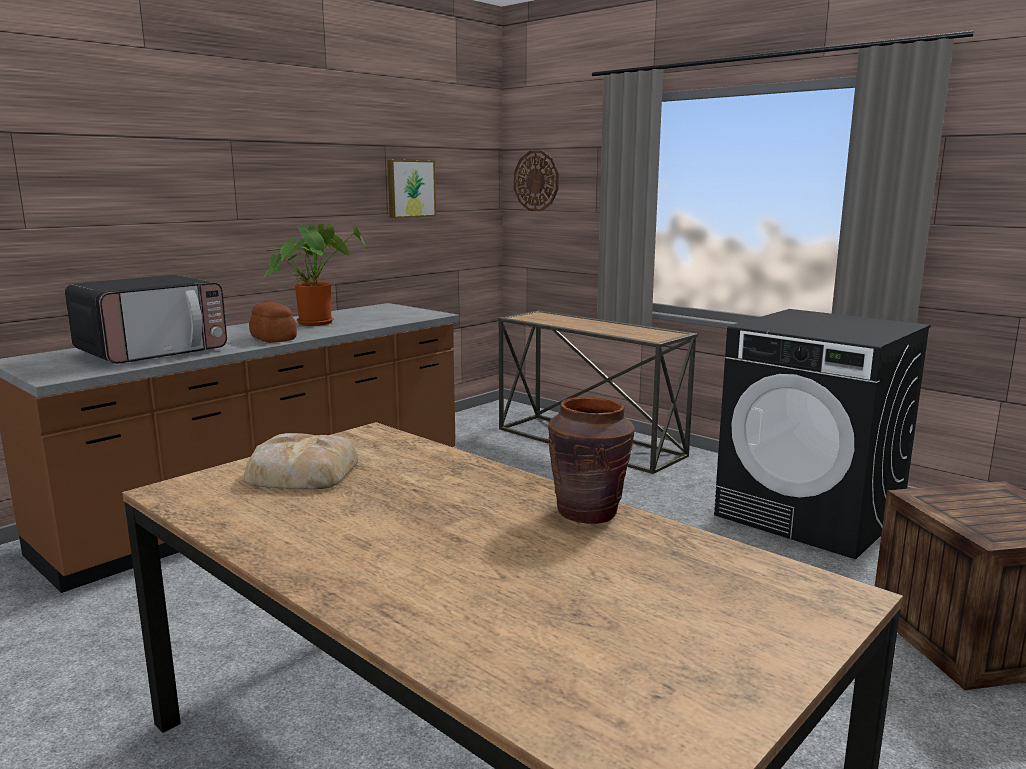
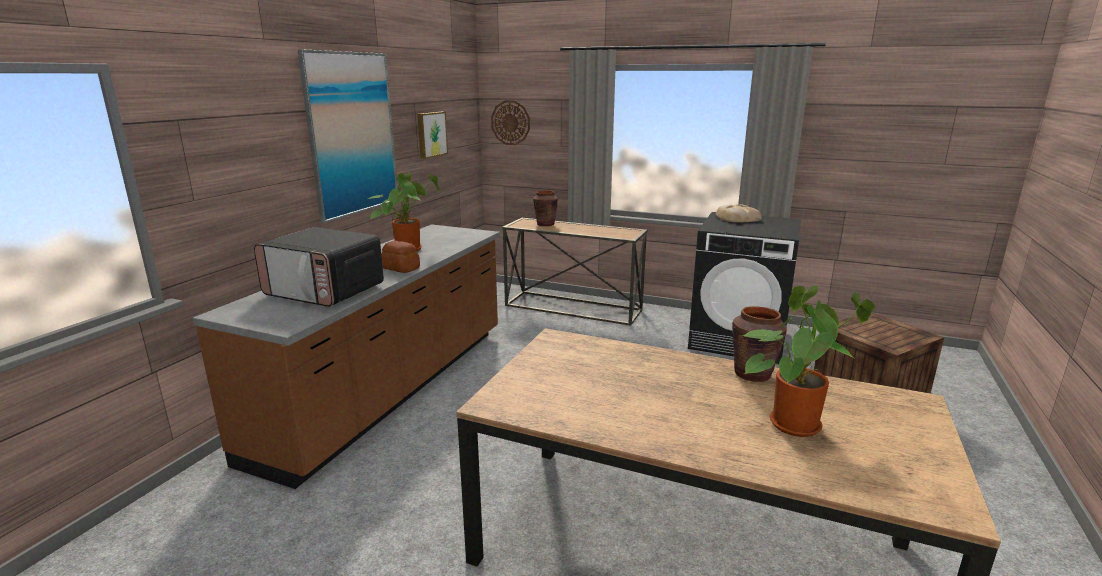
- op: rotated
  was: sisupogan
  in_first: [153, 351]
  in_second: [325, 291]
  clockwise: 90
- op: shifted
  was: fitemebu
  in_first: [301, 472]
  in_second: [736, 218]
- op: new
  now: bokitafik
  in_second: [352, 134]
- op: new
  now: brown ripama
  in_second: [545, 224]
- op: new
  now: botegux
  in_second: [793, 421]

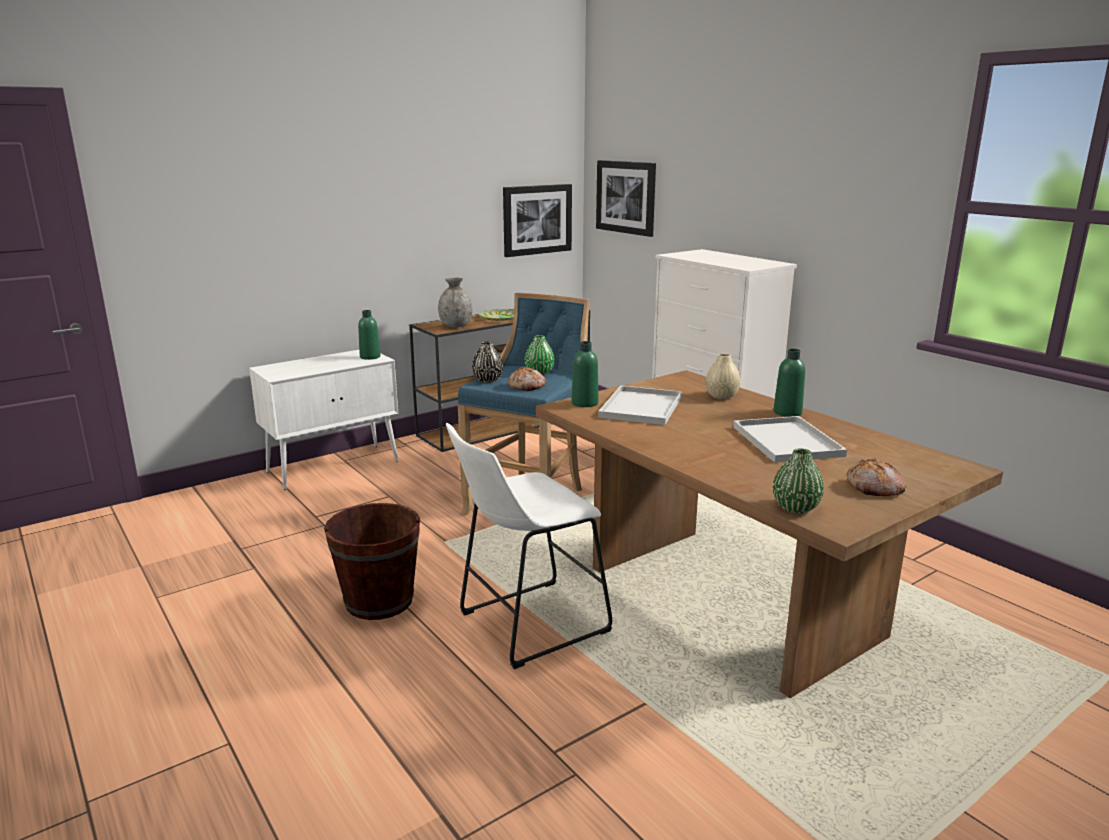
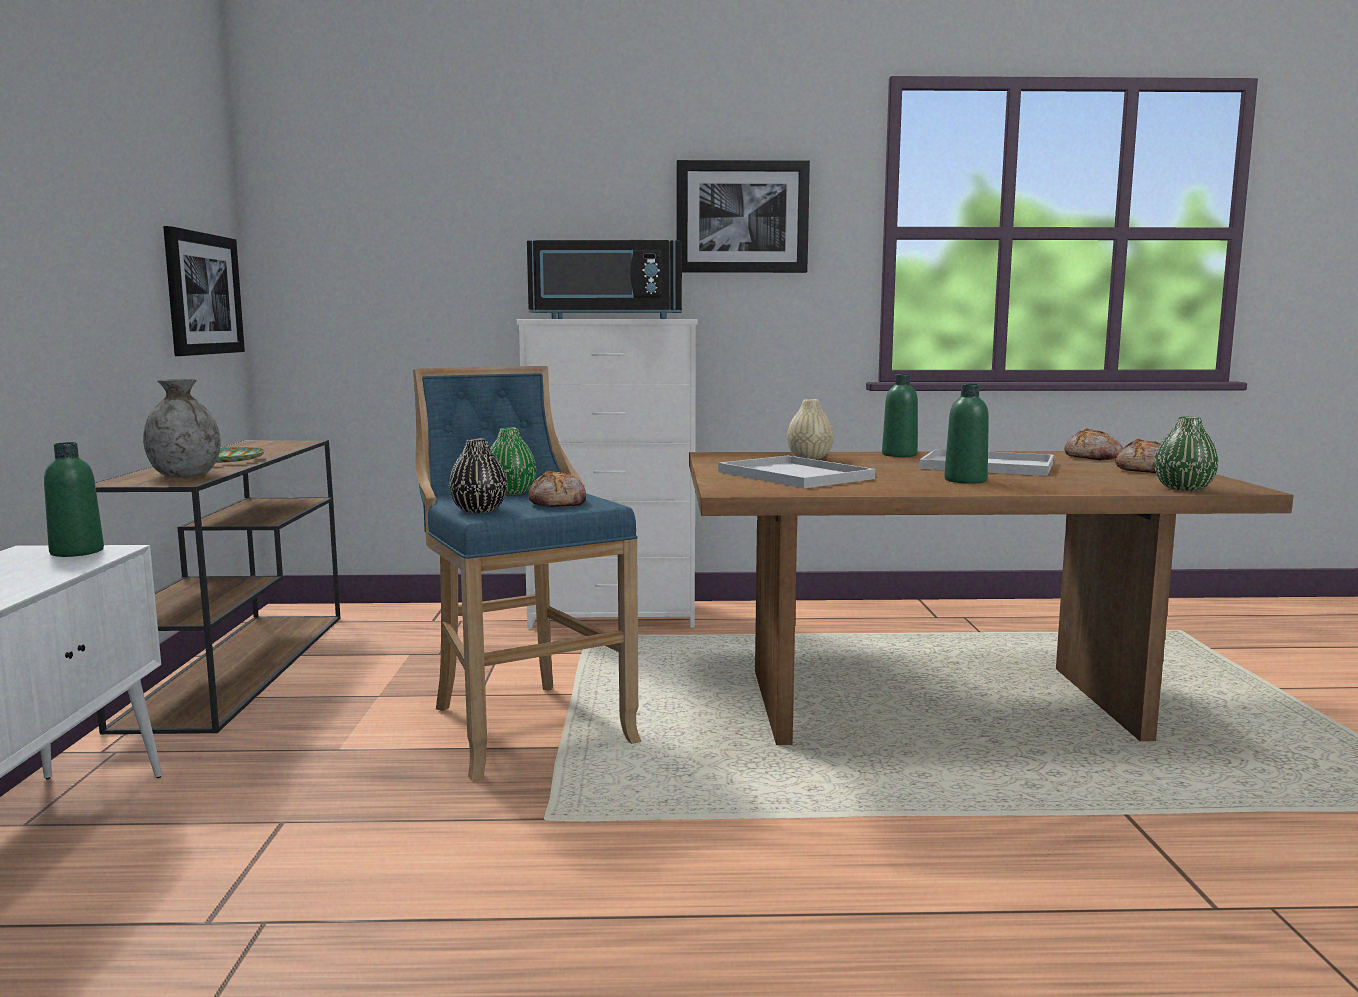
- op: shifted
  was: bokitafik
  in_first: [626, 197]
  in_second: [742, 217]
- op: shifted
  was: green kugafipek
  in_first: [584, 403]
  in_second: [965, 480]
- op: gone
  was: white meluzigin
  in_first: [526, 625]
- op: gone
  was: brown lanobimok
  in_first: [379, 601]
- op: new
  now: black sisupogan
  in_second: [606, 318]
- op: new
  now: fitemebu
  in_second: [1093, 457]

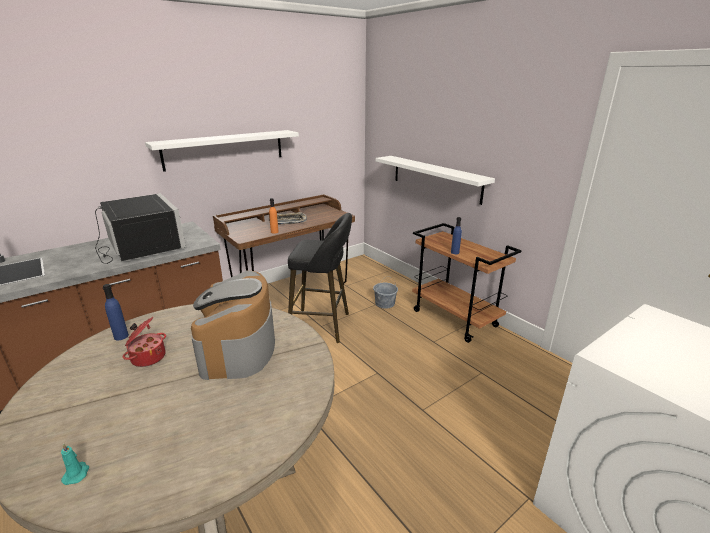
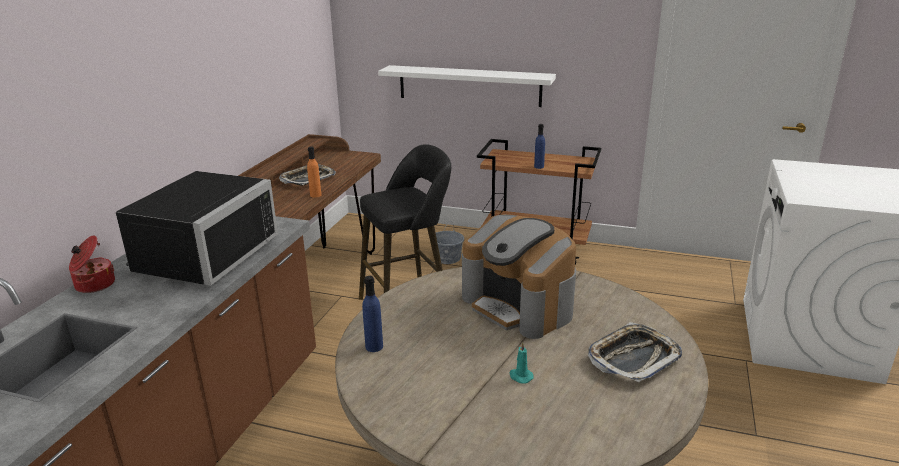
- op: gone
  was: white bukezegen
  in_first: [225, 149]
- op: rotated
  was: black sisupogan
  in_first: [140, 246]
  in_second: [200, 254]
  clockwise: 90
- op: shifted
  was: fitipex
  in_first: [148, 357]
  in_second: [94, 285]
- op: shifted
  was: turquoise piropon
  in_first: [77, 473]
  in_second: [520, 376]
- op: new
  now: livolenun
  in_second: [633, 358]

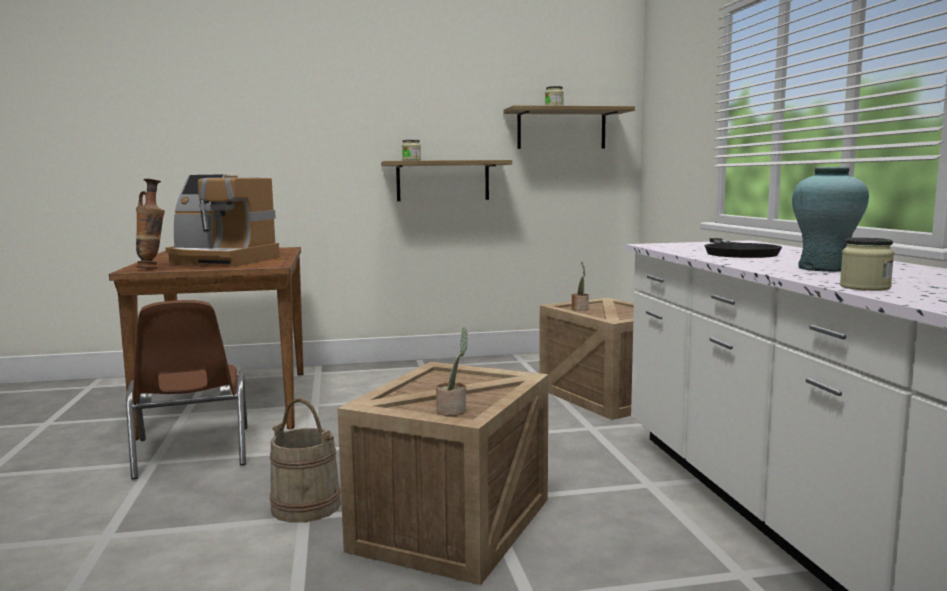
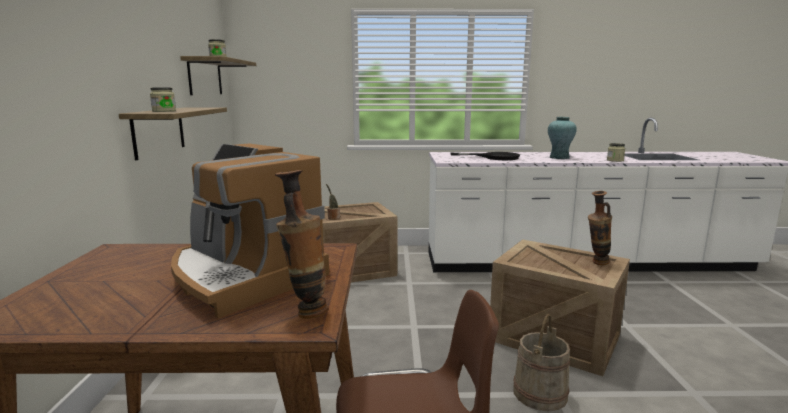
- op: rotated
  was: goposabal
  in_first: [221, 261]
  in_second: [243, 276]
  clockwise: 105
- op: swapped
  was: botegux
  now: ripama
  in_first: [453, 411]
  in_second: [596, 263]

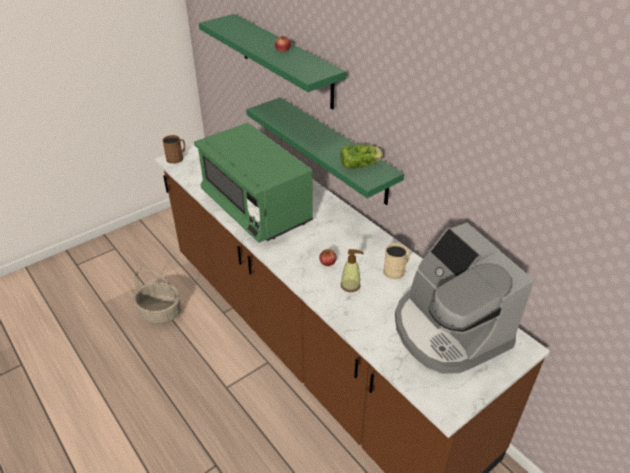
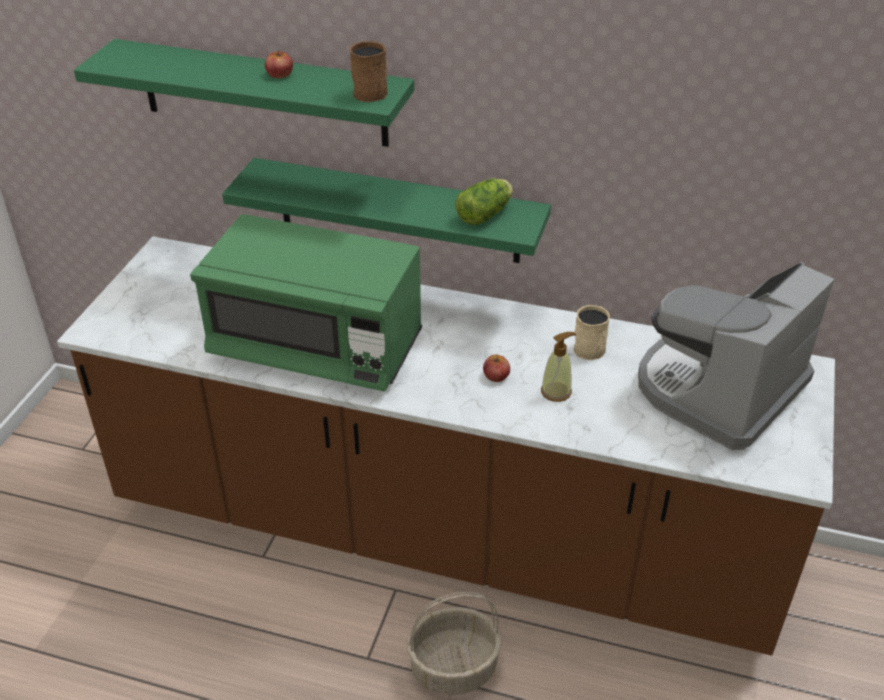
- op: shifted
  was: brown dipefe
  in_first: [177, 158]
  in_second: [371, 91]
- op: rotated
  was: goposabal
  in_first: [448, 330]
  in_second: [719, 389]
  clockwise: 105
- op: shifted
  was: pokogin
  in_first: [161, 312]
  in_second: [454, 667]

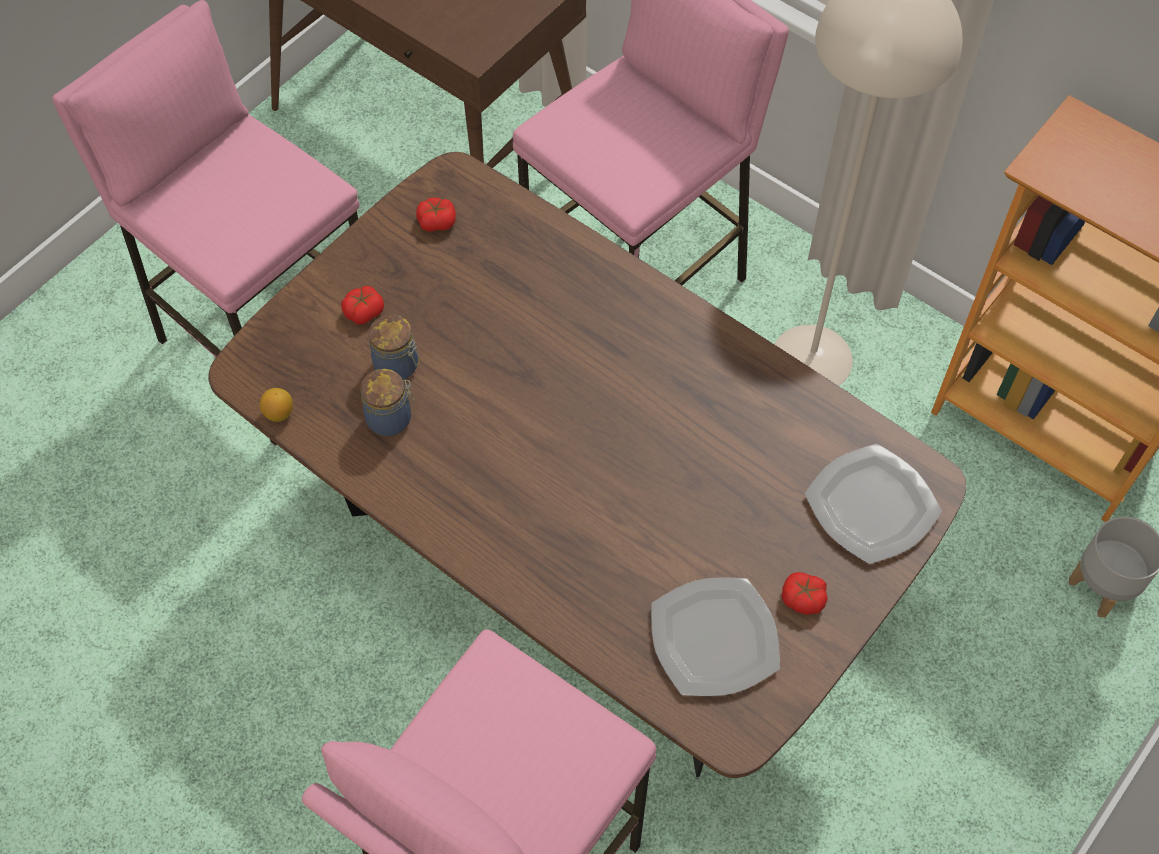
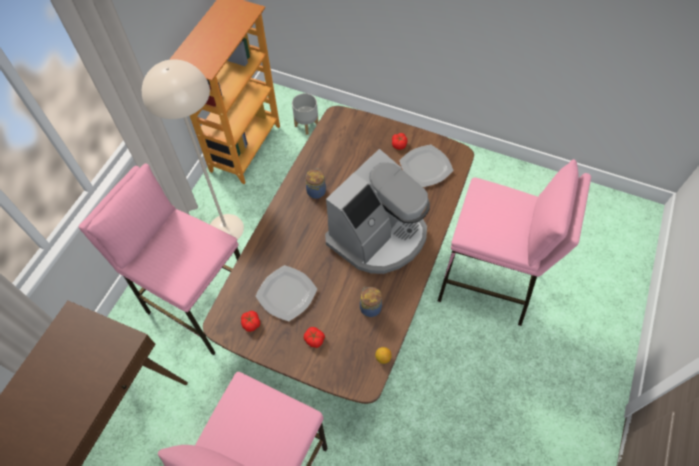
- op: shifted
  was: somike
  in_first: [398, 366]
  in_second: [316, 191]
- op: shifted
  was: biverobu
  in_first: [871, 507]
  in_second: [287, 293]
- op: new
  now: goposabal
  in_second: [378, 235]

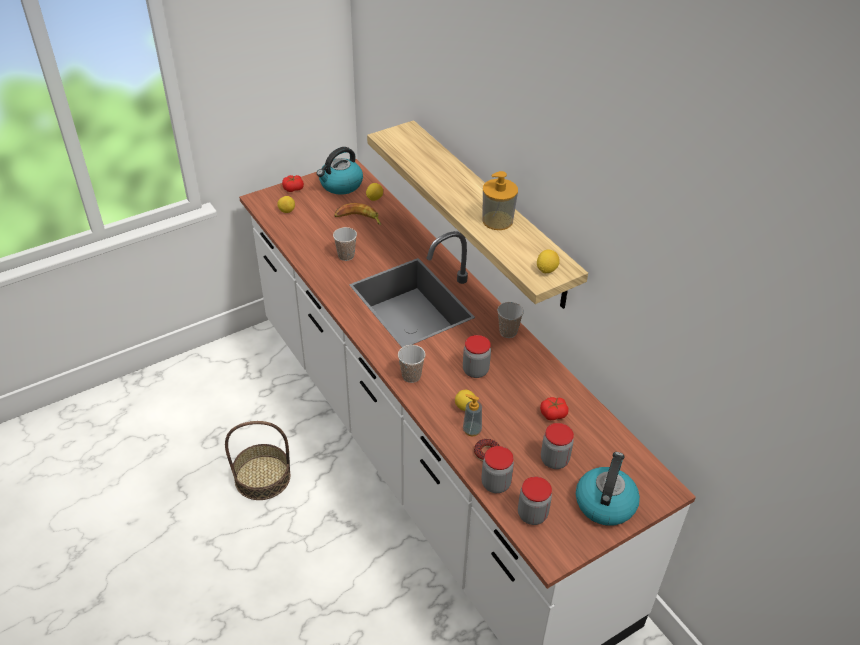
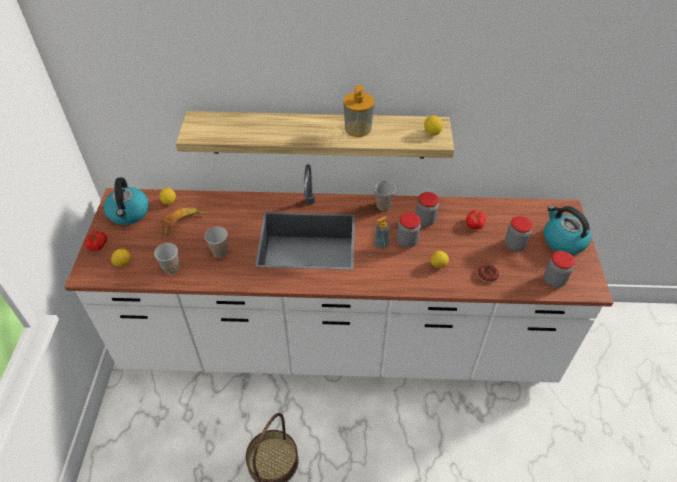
- op: shifted
  was: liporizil
  in_first: [411, 376]
  in_second: [171, 268]
- op: shifted
  was: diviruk
  in_first: [472, 430]
  in_second: [381, 244]
- op: shifted
  was: somike
  in_first: [496, 483]
  in_second: [425, 220]

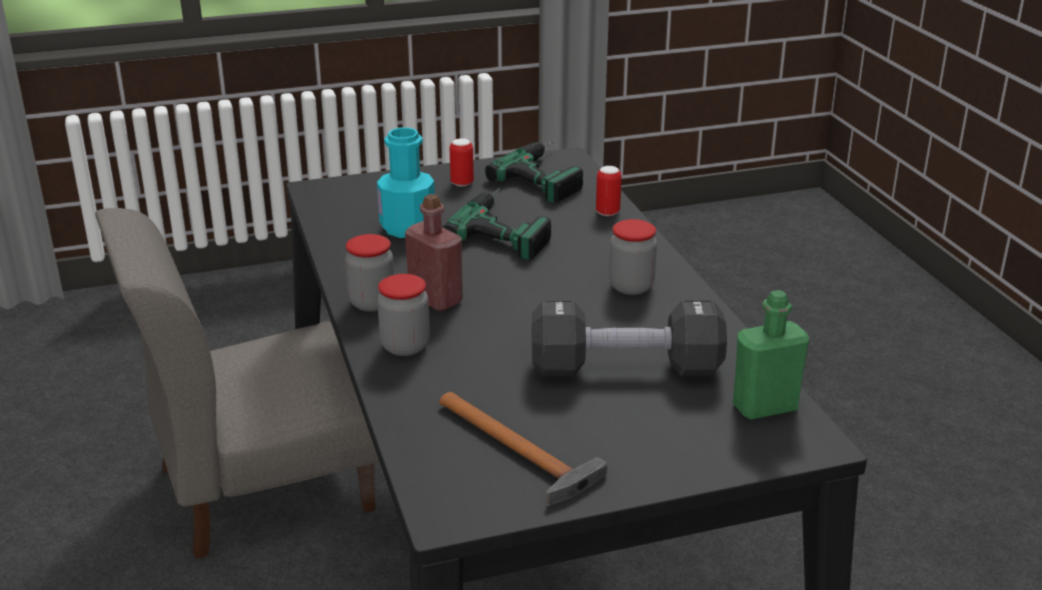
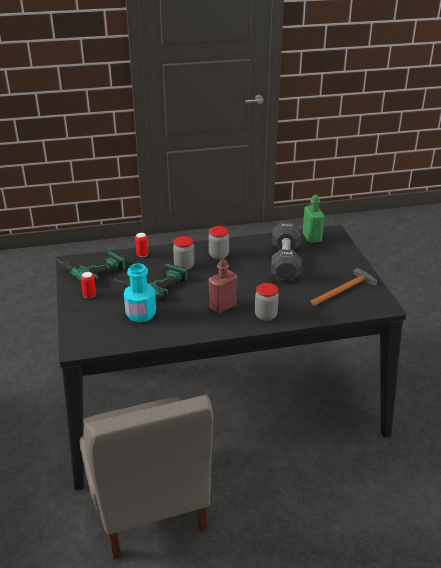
- op: shifted
  was: somike
  in_first: [372, 303]
  in_second: [184, 266]

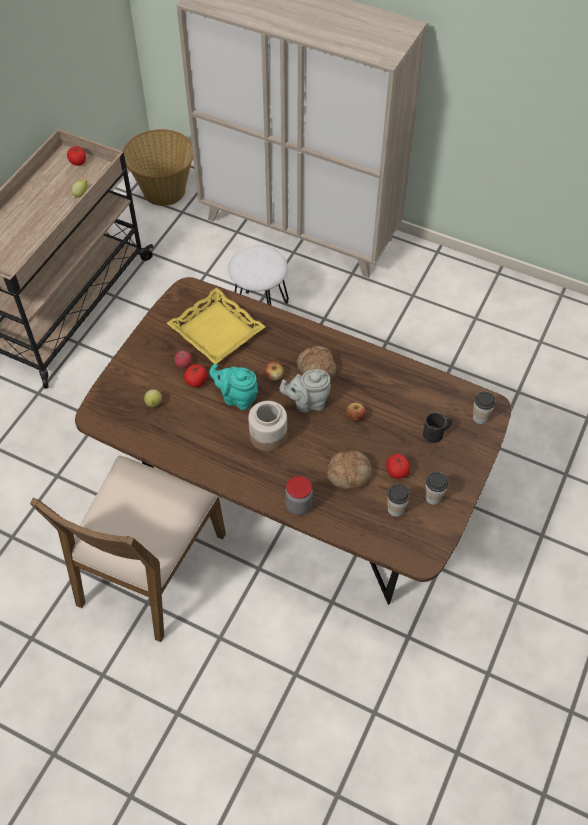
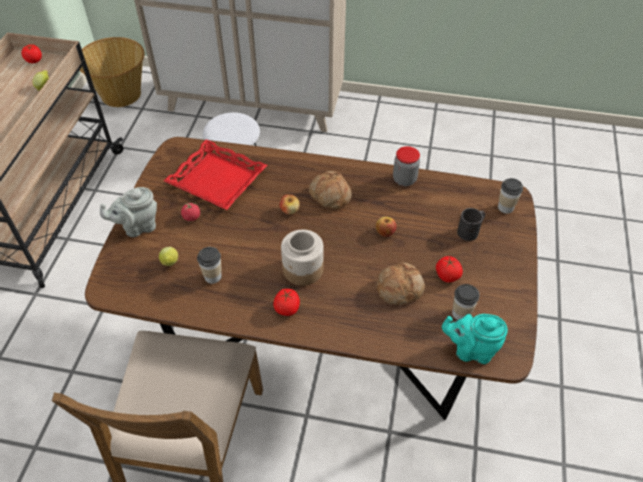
- op: repainted
  was: yellow livolenun
  now: red livolenun
  in_first: [217, 330]
  in_second: [217, 179]
- op: shifted
  was: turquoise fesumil
  in_first: [237, 398]
  in_second: [471, 350]
- op: shifted
  was: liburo
  in_first: [196, 381]
  in_second: [287, 308]
- op: shifted
  was: grey fesumil
  in_first: [307, 403]
  in_second: [138, 227]
- op: shifted
  was: liporizil
  in_first: [433, 497]
  in_second: [213, 276]
- op: shifted
  was: somike
  in_first: [299, 505]
  in_second: [404, 179]

